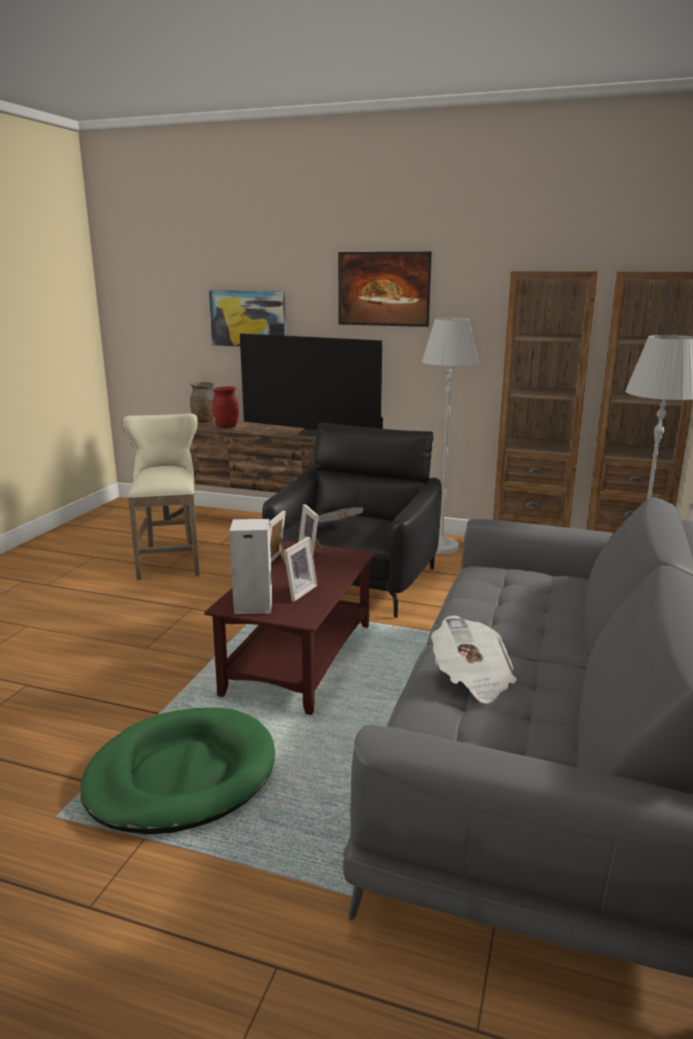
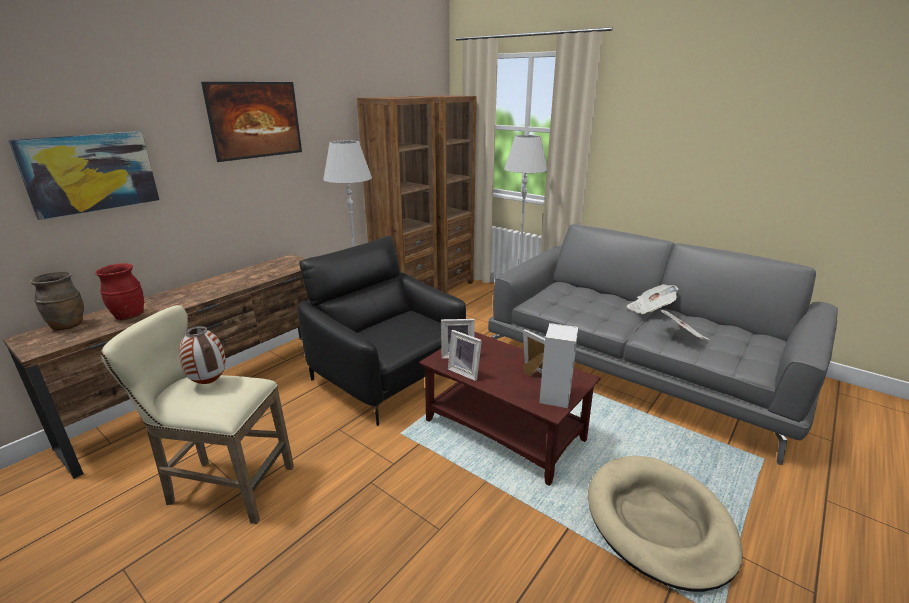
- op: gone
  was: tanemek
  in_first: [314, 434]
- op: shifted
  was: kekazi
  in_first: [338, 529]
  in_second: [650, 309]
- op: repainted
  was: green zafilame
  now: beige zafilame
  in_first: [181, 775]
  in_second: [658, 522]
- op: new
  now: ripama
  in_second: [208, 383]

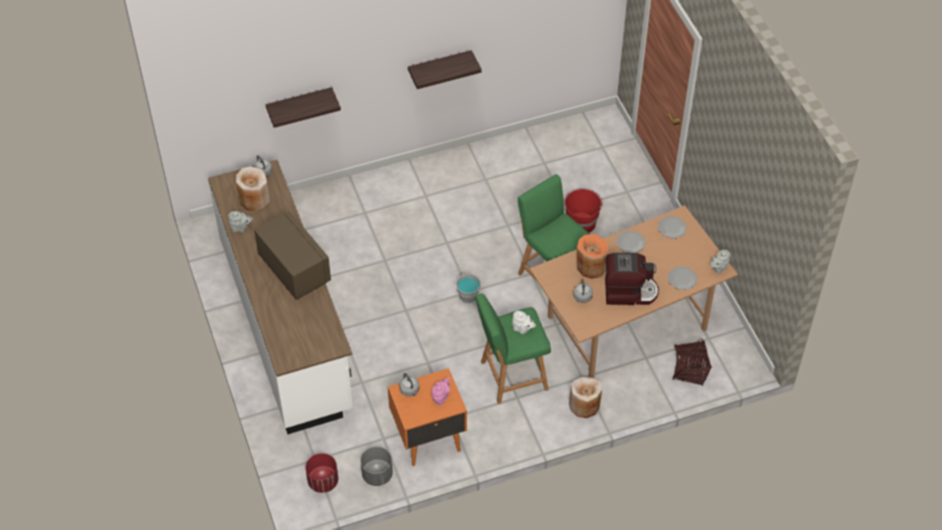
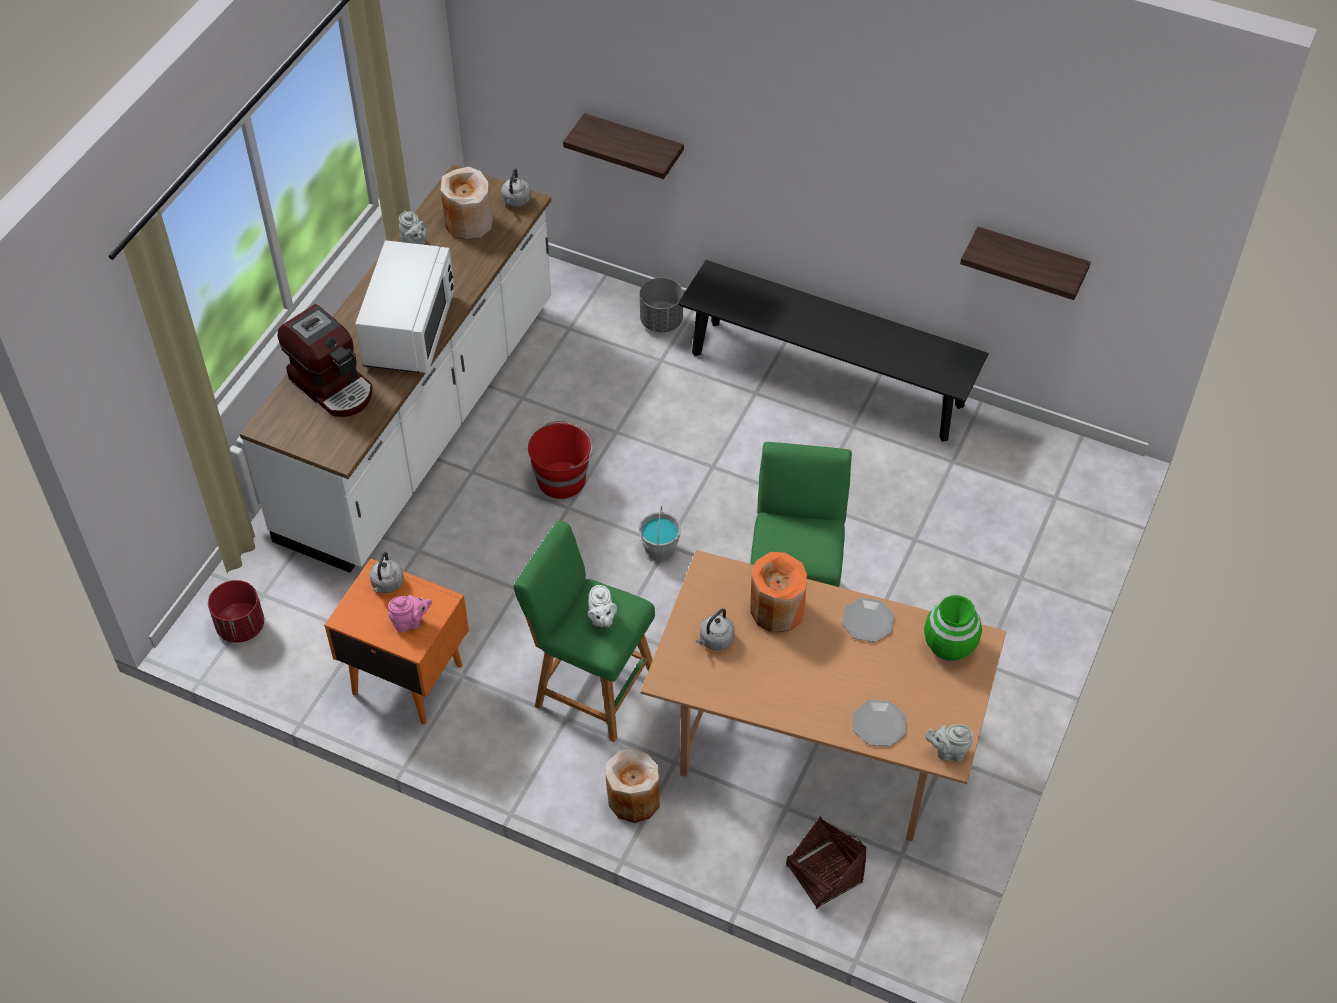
- op: shifted
  was: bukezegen
  in_first: [440, 67]
  in_second: [1030, 260]
- op: shifted
  was: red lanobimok
  in_first: [581, 222]
  in_second: [562, 479]
- op: repainted
  was: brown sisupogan
  now: white sisupogan
  in_first: [293, 269]
  in_second: [409, 331]
- op: swapped
  was: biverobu
  now: green ripama
  in_first: [672, 228]
  in_second: [949, 646]
- op: shifted
  was: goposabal
  in_first: [629, 292]
  in_second: [333, 385]
- op: shifted
  was: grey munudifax
  in_first: [377, 474]
  in_second: [661, 321]
- op: new
  now: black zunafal
  in_second: [826, 379]

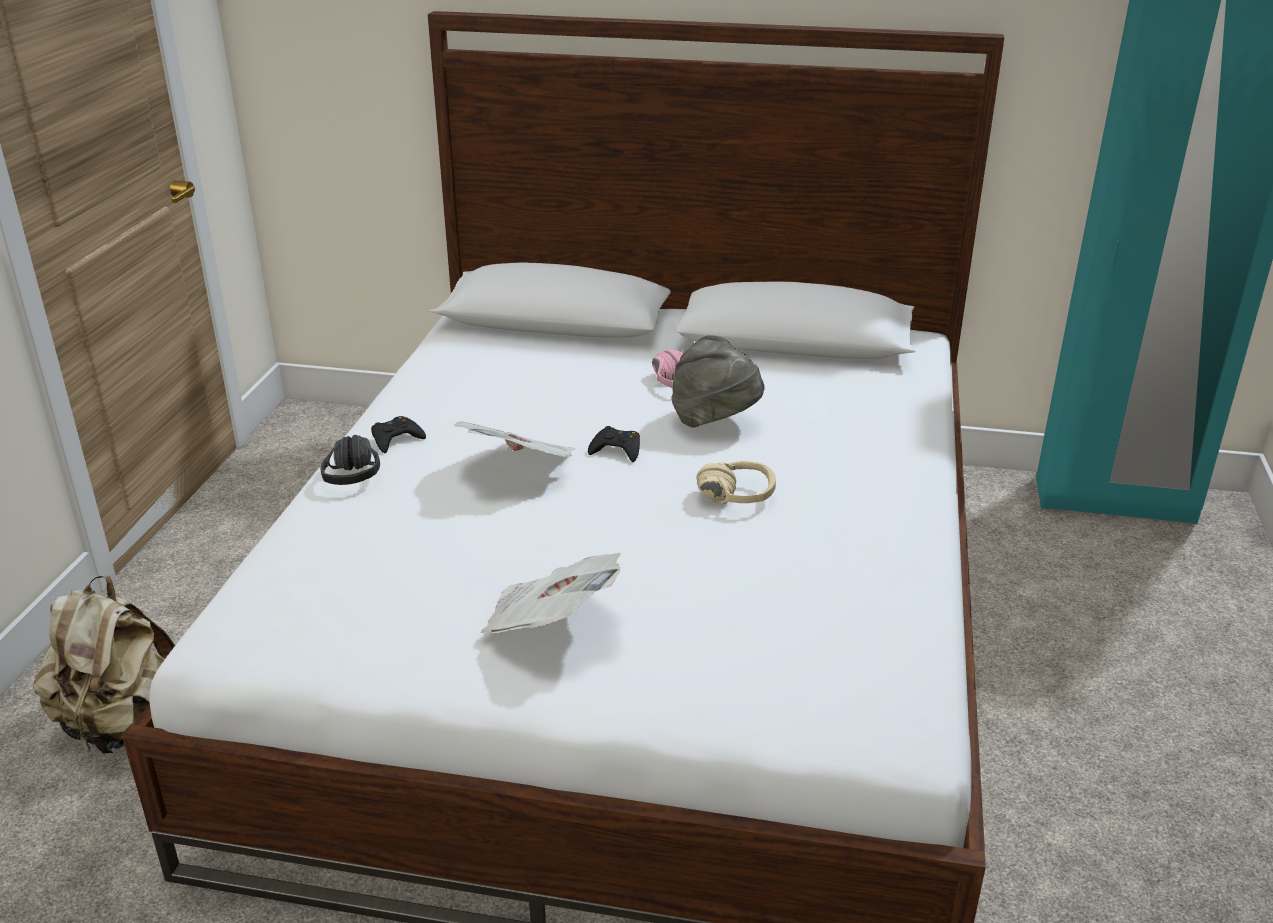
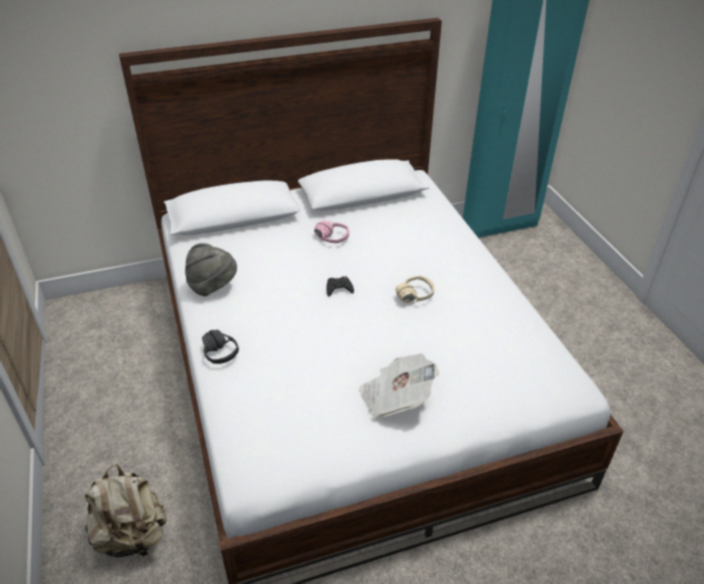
- op: shifted
  was: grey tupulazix
  in_first: [715, 422]
  in_second: [213, 286]
- op: gone
  was: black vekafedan
  in_first: [396, 439]
- op: gone
  was: kekazi
  in_first: [521, 467]

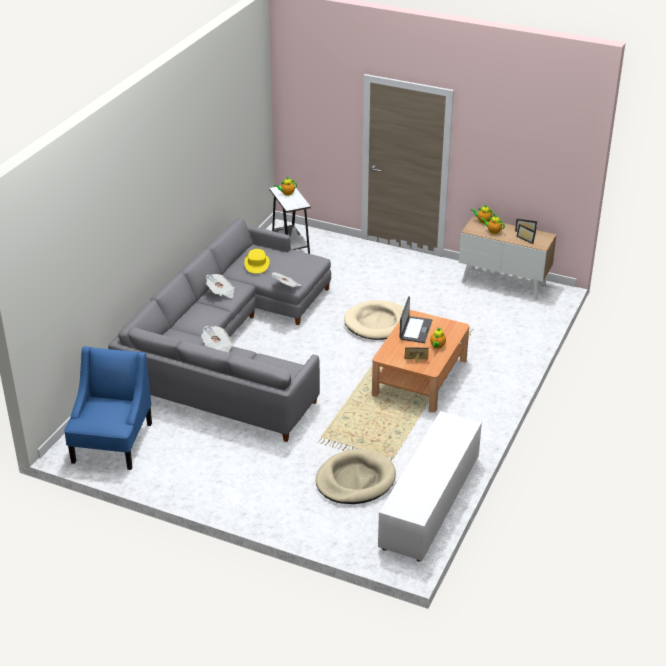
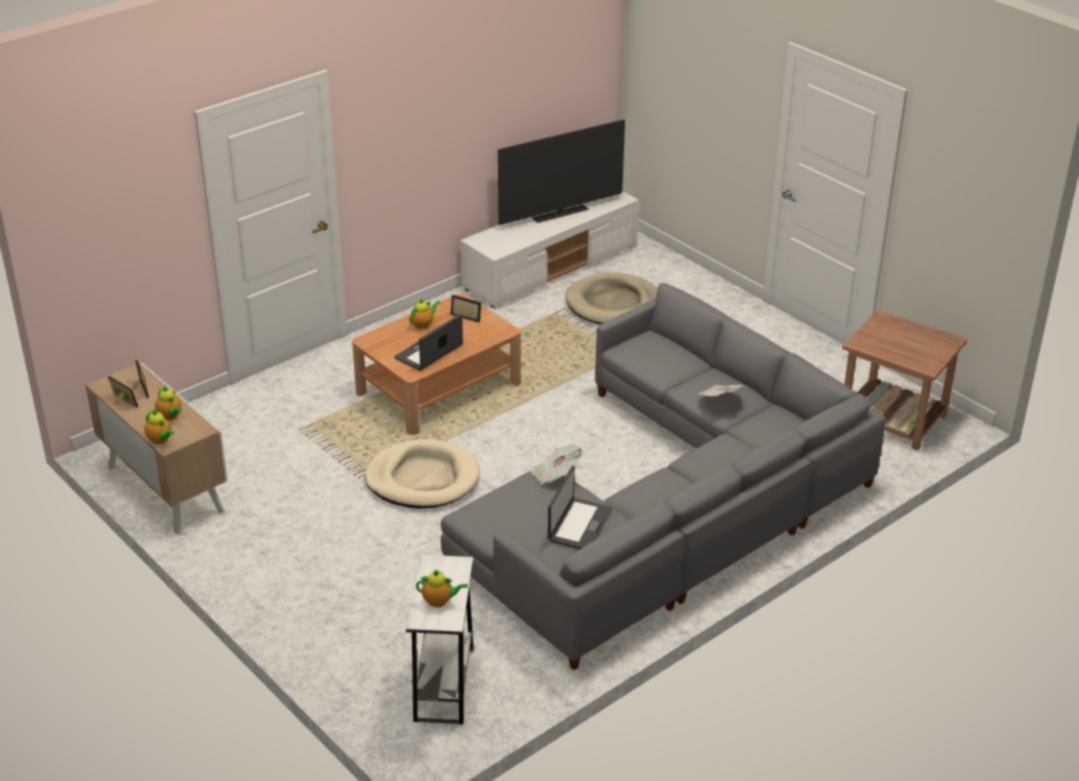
- op: swapped
  was: yellow tupulazix
  now: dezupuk
  in_first: [257, 264]
  in_second: [579, 524]
- op: gone
  was: kekazi
  in_first: [221, 292]
- op: swapped
  was: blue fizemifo
  now: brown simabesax
  in_first: [112, 443]
  in_second: [891, 418]
- op: new
  now: tanemek
  in_second: [560, 214]

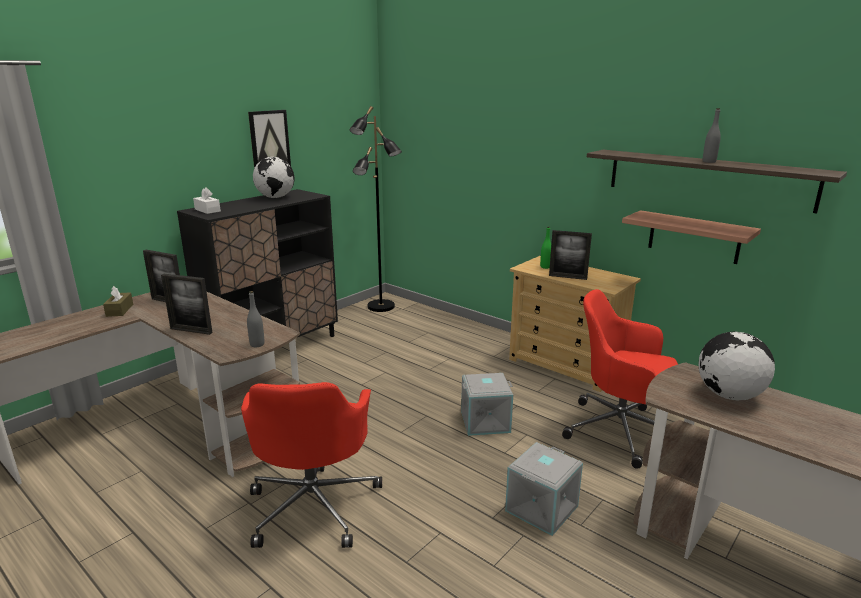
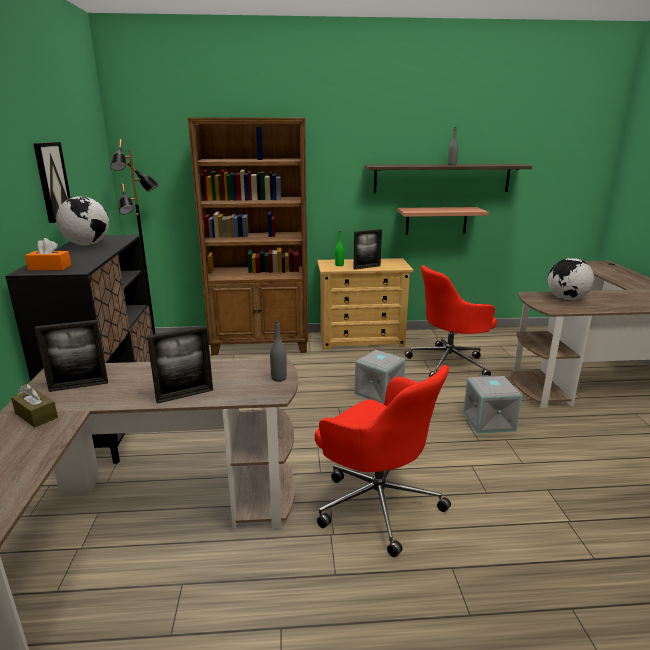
- op: repainted
  was: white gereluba
  now: orange gereluba
  in_first: [207, 210]
  in_second: [50, 267]
- op: new
  now: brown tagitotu
  in_second: [261, 345]

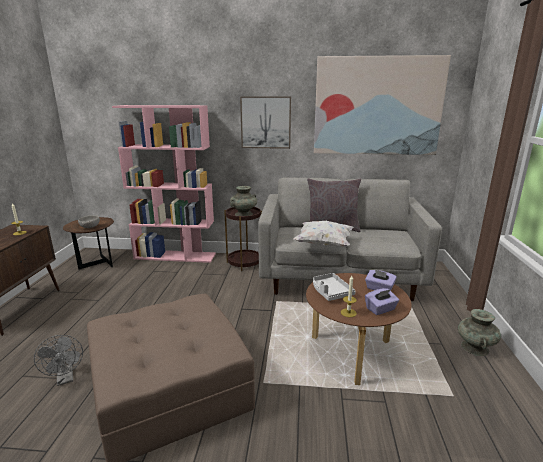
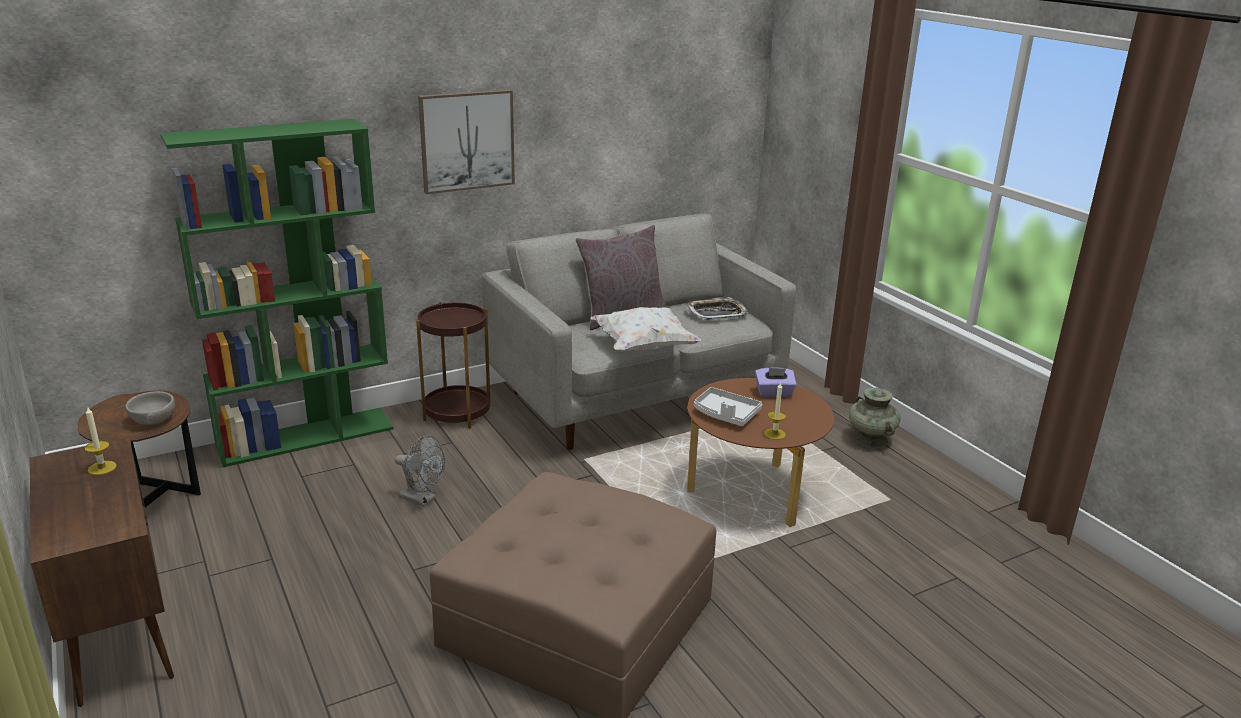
- op: gone
  was: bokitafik
  in_first: [377, 106]
- op: repainted
  was: pink tagitotu
  now: green tagitotu
  in_first: [176, 256]
  in_second: [306, 436]
- op: gone
  was: turquoise ripama
  in_first: [243, 214]
- op: gone
  was: purple gereluba
  in_first: [381, 309]
- op: shifted
  was: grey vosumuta
  in_first: [65, 379]
  in_second: [422, 499]
- op: new
  now: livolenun
  in_second: [716, 313]

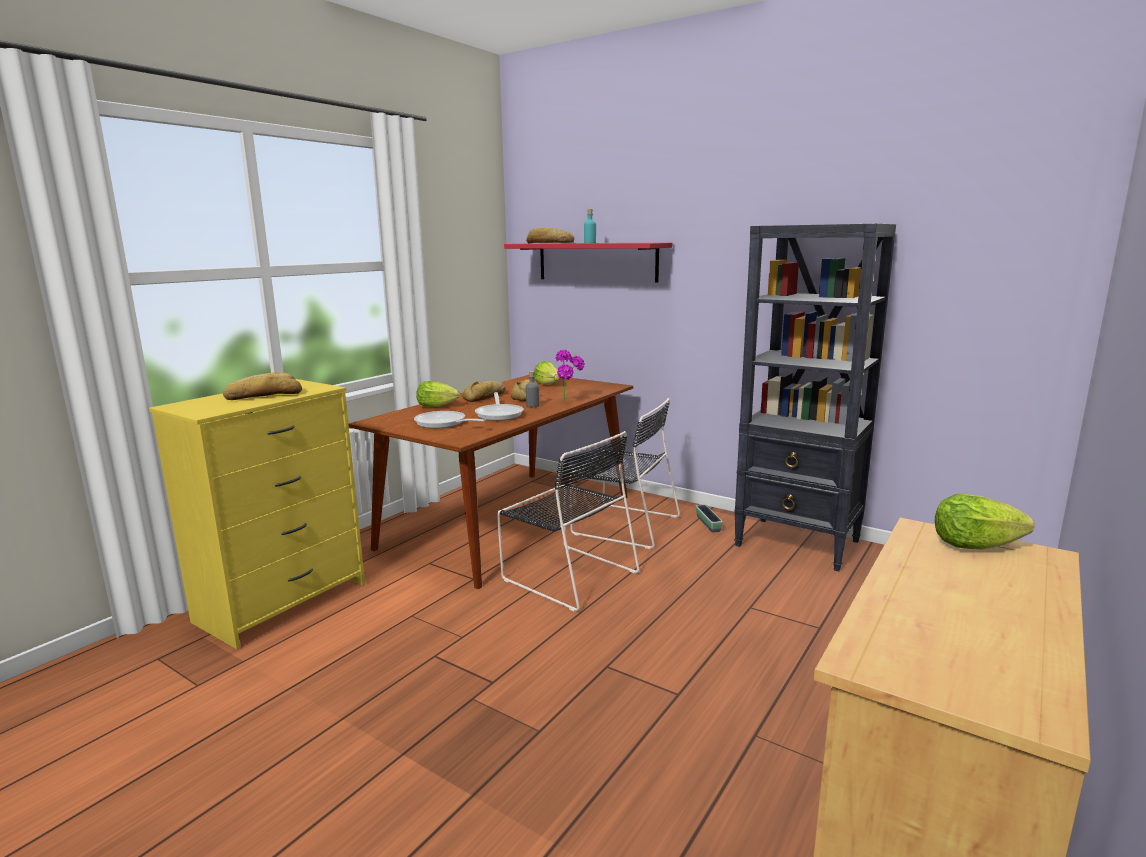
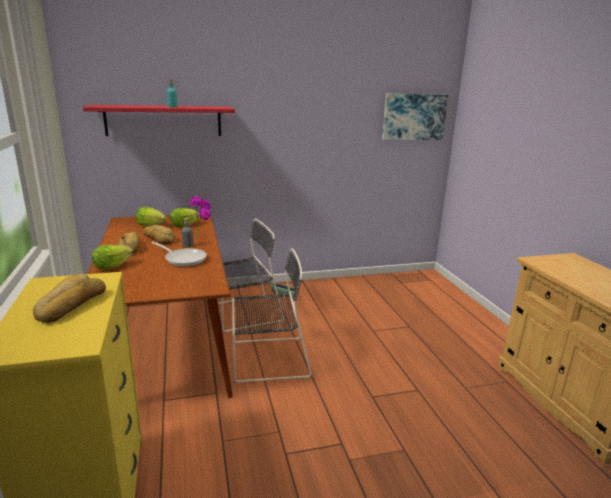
- op: gone
  was: black tagitotu
  in_first: [798, 544]
- op: gone
  was: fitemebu
  in_first: [549, 243]
- op: gone
  was: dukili
  in_first: [443, 424]
- op: shifted
  was: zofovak
  in_first: [973, 545]
  in_second: [184, 225]
- op: new
  now: bokitafik
  in_second: [413, 117]

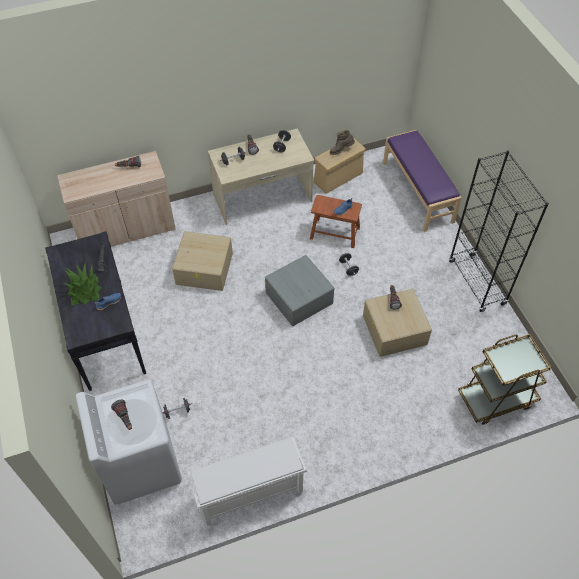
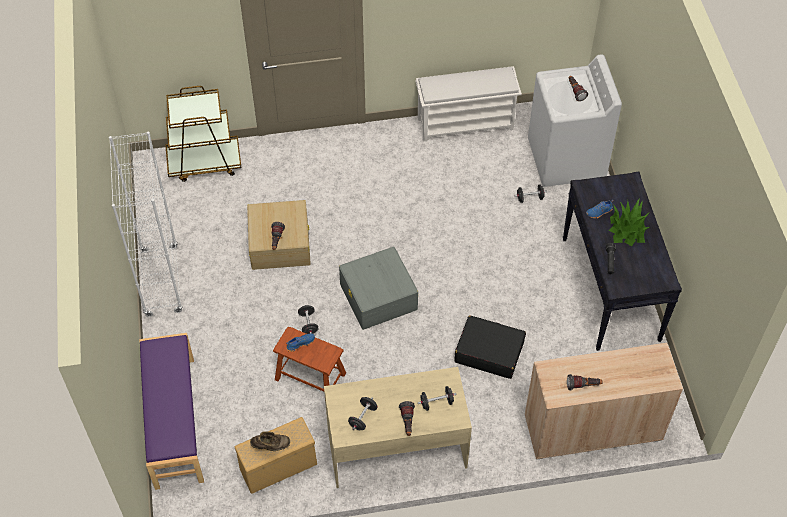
- op: repainted
  was: black tagitotu
  now: white tagitotu
  in_first: [477, 283]
  in_second: [161, 281]
- op: swapped
  was: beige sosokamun
  now: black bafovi
  in_first: [205, 268]
  in_second: [489, 352]

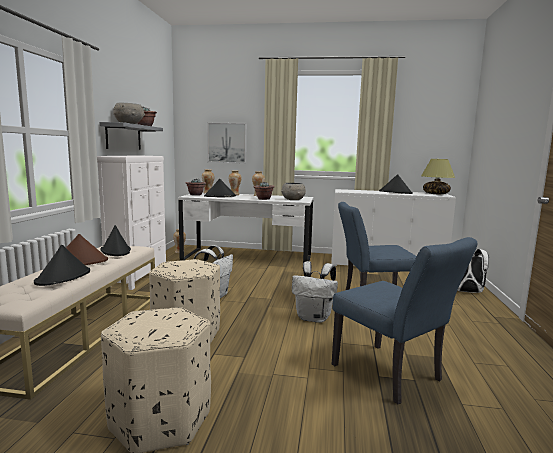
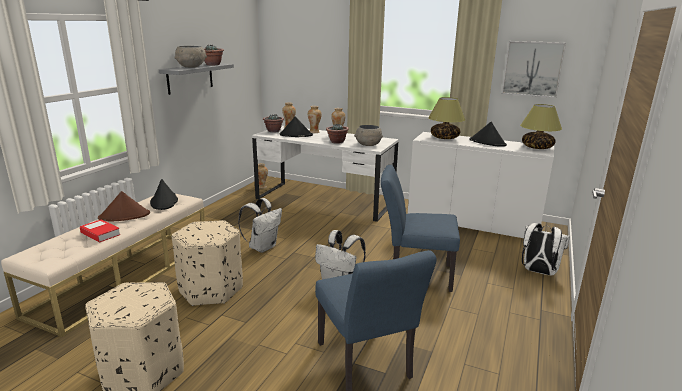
- op: shifted
  was: bokitafik
  in_first: [227, 143]
  in_second: [532, 69]
- op: gone
  was: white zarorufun
  in_first: [139, 276]
- op: swapped
  was: black tupulazix
  now: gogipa
  in_first: [63, 277]
  in_second: [100, 234]
- op: new
  now: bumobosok
  in_second: [444, 137]

